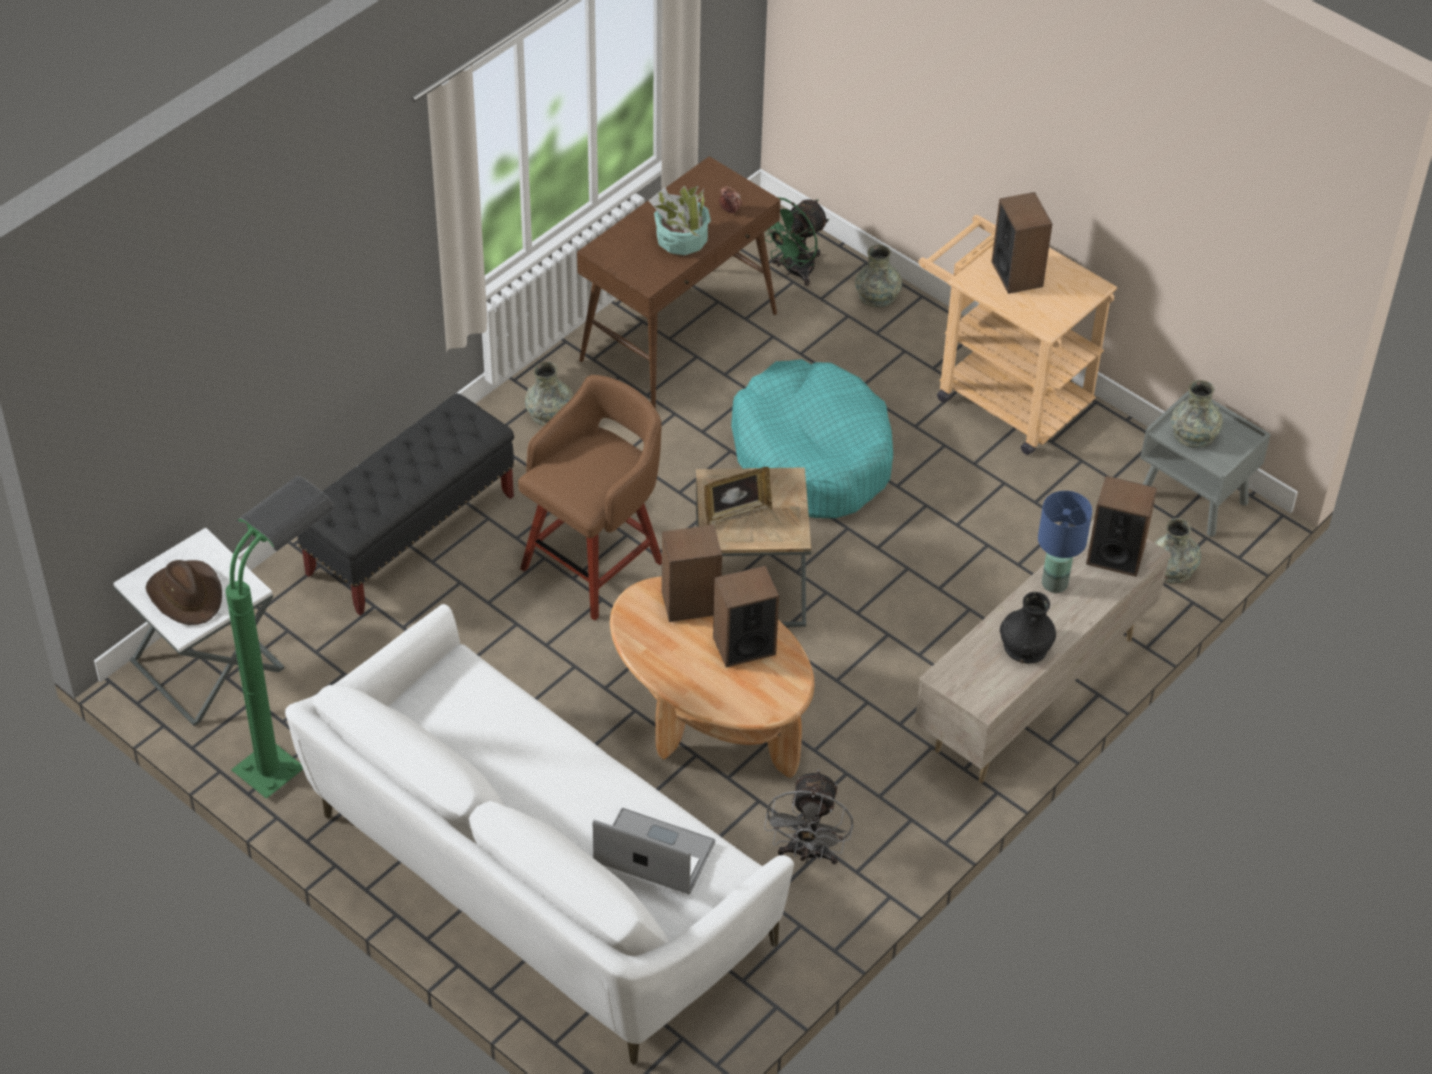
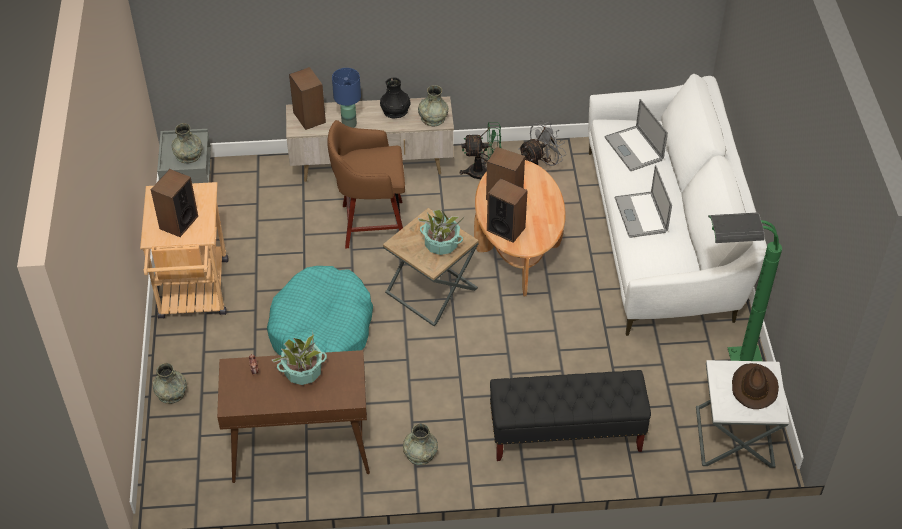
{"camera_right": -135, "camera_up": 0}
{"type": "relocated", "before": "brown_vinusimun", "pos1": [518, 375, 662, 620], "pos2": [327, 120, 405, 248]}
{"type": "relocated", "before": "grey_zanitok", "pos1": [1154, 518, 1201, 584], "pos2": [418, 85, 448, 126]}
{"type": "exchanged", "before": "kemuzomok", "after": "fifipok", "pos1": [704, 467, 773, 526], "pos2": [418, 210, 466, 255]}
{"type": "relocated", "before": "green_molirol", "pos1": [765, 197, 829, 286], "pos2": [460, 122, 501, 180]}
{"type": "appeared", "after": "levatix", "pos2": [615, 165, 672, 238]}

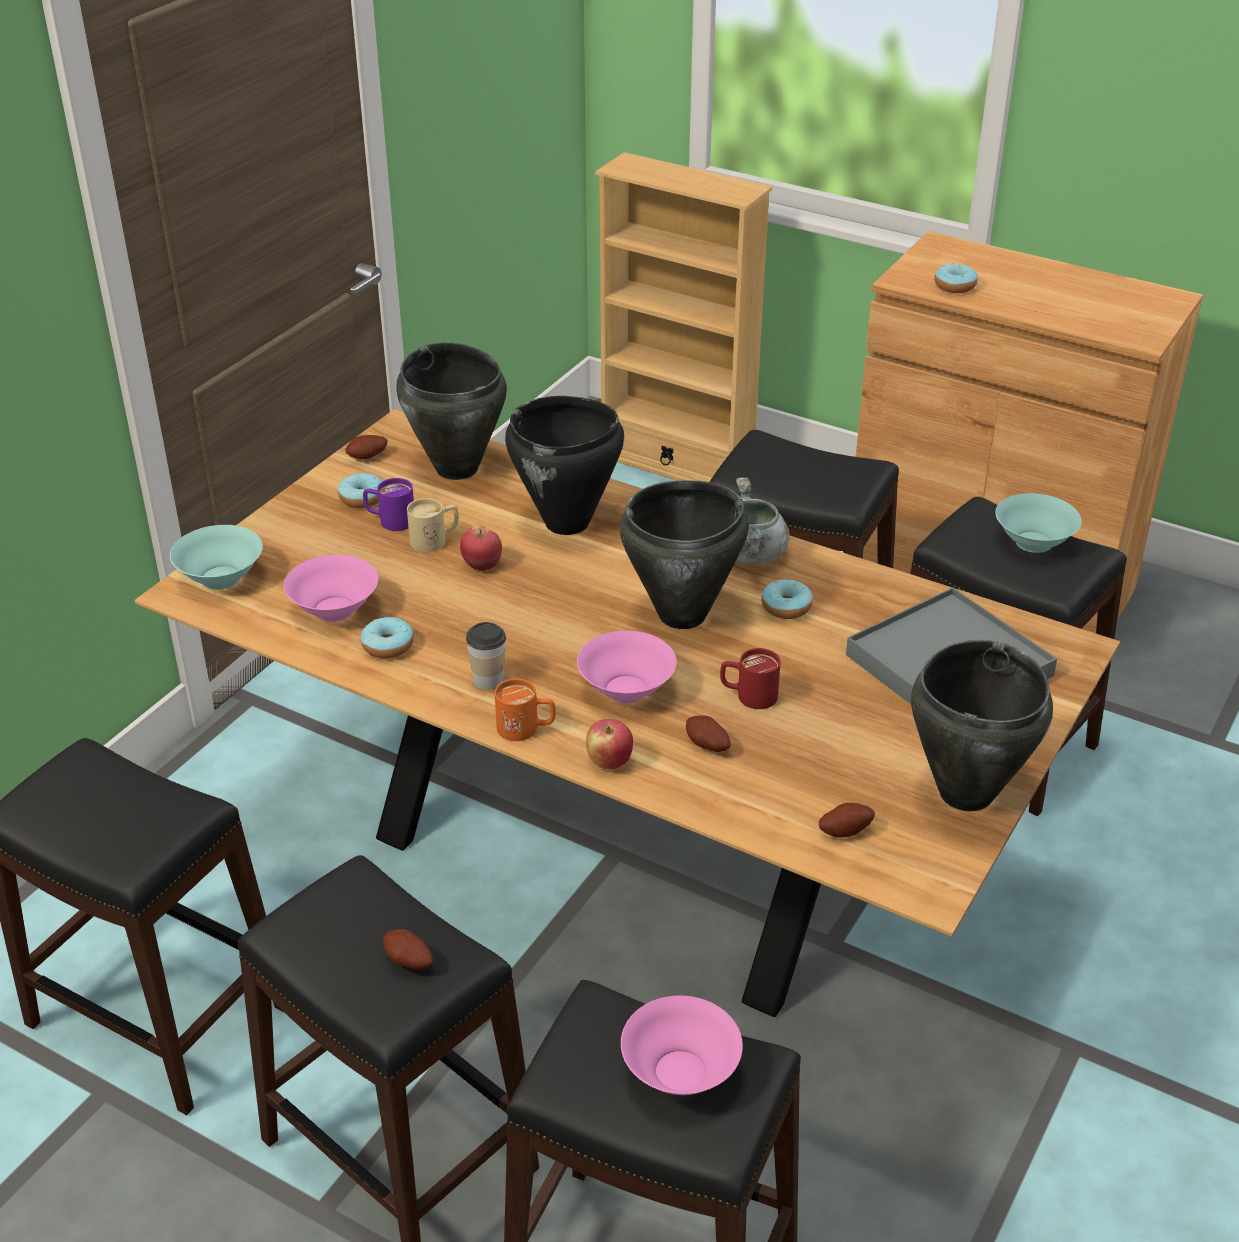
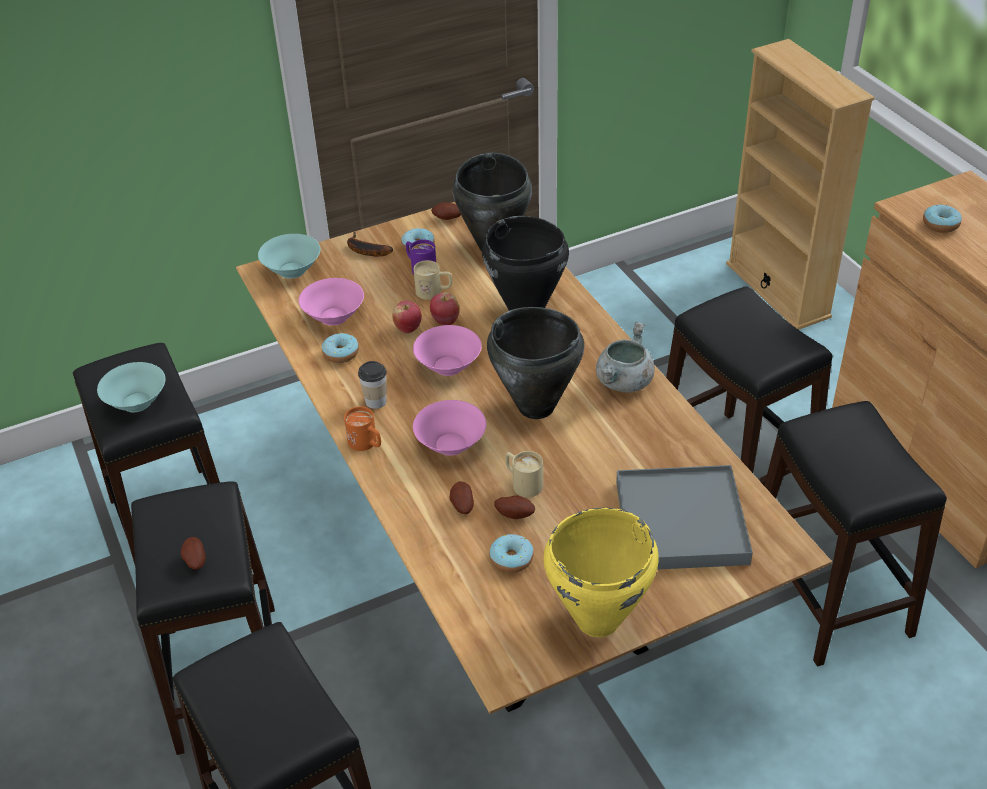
{"camera_right": 35, "camera_up": 5}
{"type": "relocated", "before": "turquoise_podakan", "pos1": [995, 493, 1082, 553], "pos2": [97, 362, 165, 412]}
{"type": "appeared", "after": "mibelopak", "pos2": [347, 232, 393, 257]}
{"type": "relocated", "before": "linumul", "pos1": [586, 719, 633, 770], "pos2": [392, 301, 422, 333]}
{"type": "relocated", "before": "pink_podakan", "pos1": [621, 996, 743, 1095], "pos2": [413, 325, 482, 376]}
{"type": "relocated", "before": "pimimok", "pos1": [762, 579, 813, 619], "pos2": [489, 534, 534, 573]}
{"type": "relocated", "before": "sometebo", "pos1": [819, 803, 875, 837], "pos2": [494, 496, 535, 519]}
{"type": "colour", "before": "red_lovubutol", "after": "beige_lovubutol", "pos1": [720, 648, 781, 709], "pos2": [505, 451, 543, 497]}
{"type": "colour", "before": "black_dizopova", "after": "yellow_dizopova", "pos1": [911, 640, 1053, 811], "pos2": [543, 508, 659, 637]}

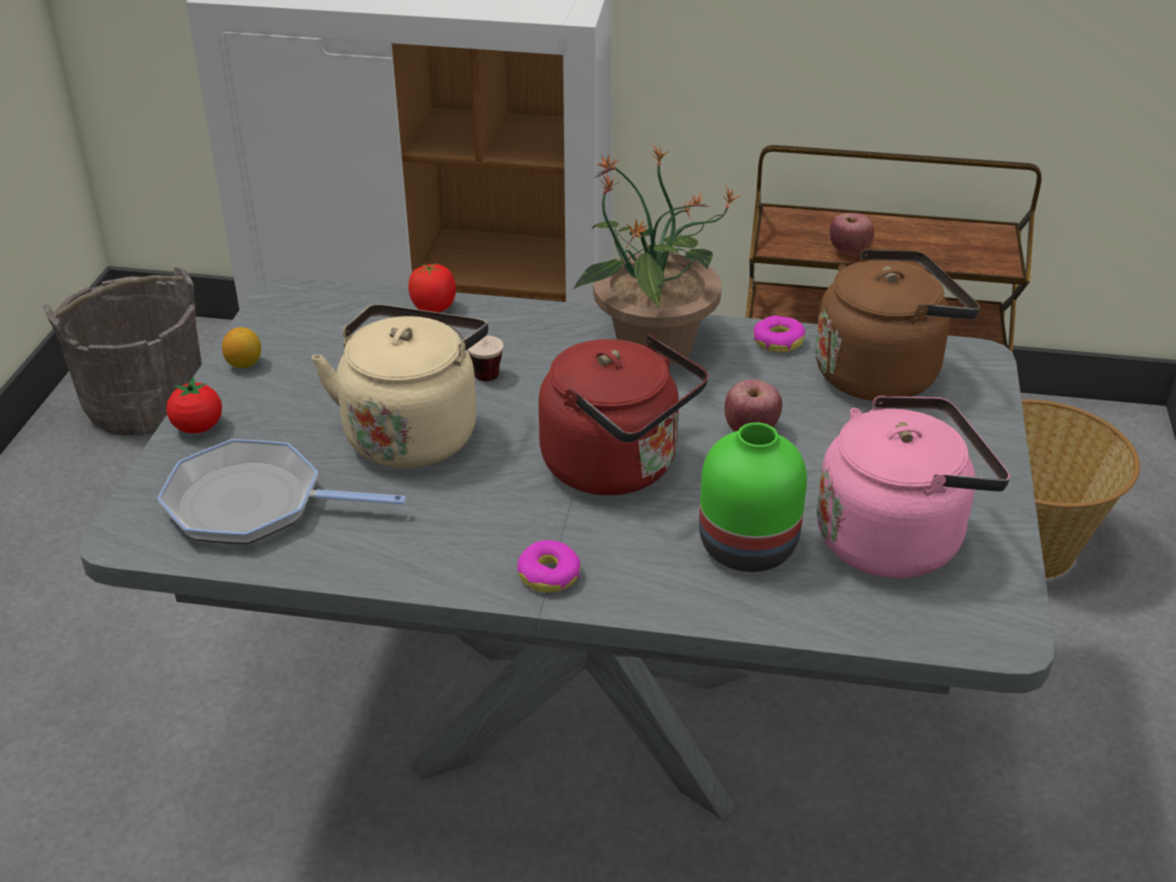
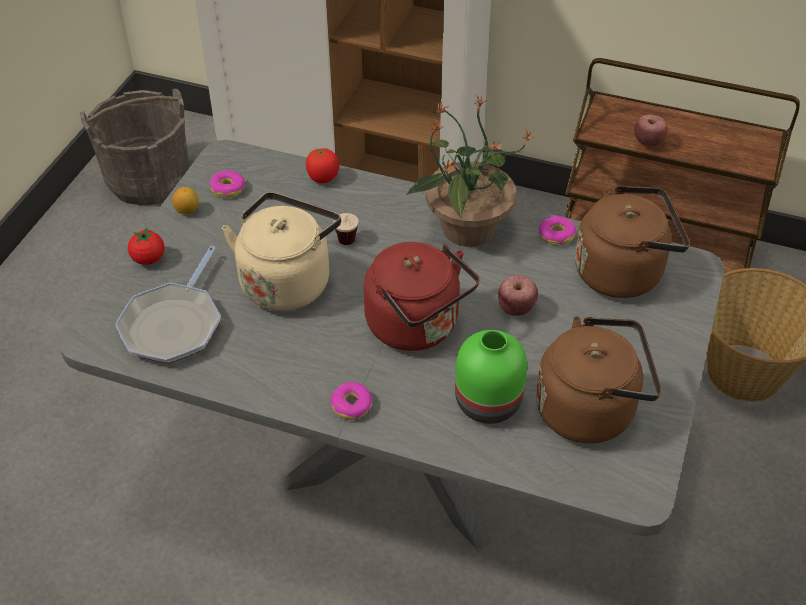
{"camera_right": 10, "camera_up": 10}
{"type": "spun", "before": "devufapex", "pos1": [157, 439, 406, 544], "pos2": [115, 246, 221, 363], "turn": -90}
{"type": "appeared", "after": "pimimok", "pos2": [210, 170, 246, 198]}
{"type": "colour", "before": "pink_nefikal", "after": "brown_nefikal", "pos1": [817, 396, 1010, 578], "pos2": [536, 316, 661, 444]}

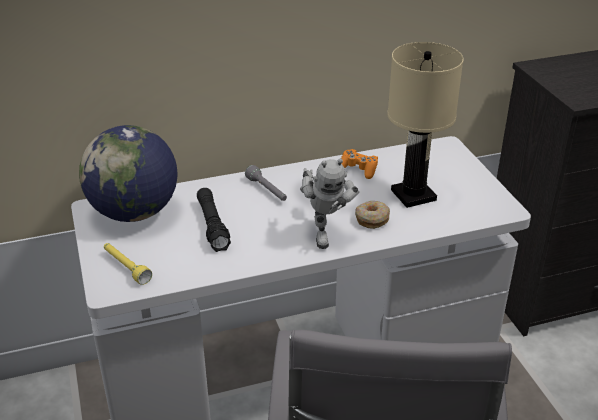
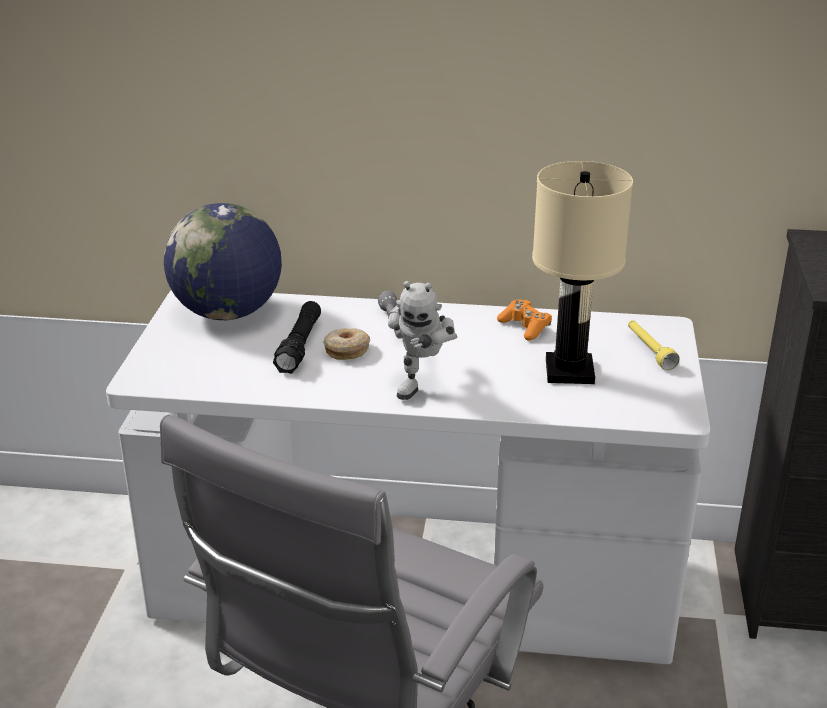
{"camera_right": 25, "camera_up": -5}
{"type": "relocated", "before": "pimimok", "pos1": [355, 201, 390, 229], "pos2": [323, 328, 370, 360]}
{"type": "relocated", "before": "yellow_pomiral", "pos1": [104, 243, 152, 285], "pos2": [628, 320, 680, 370]}

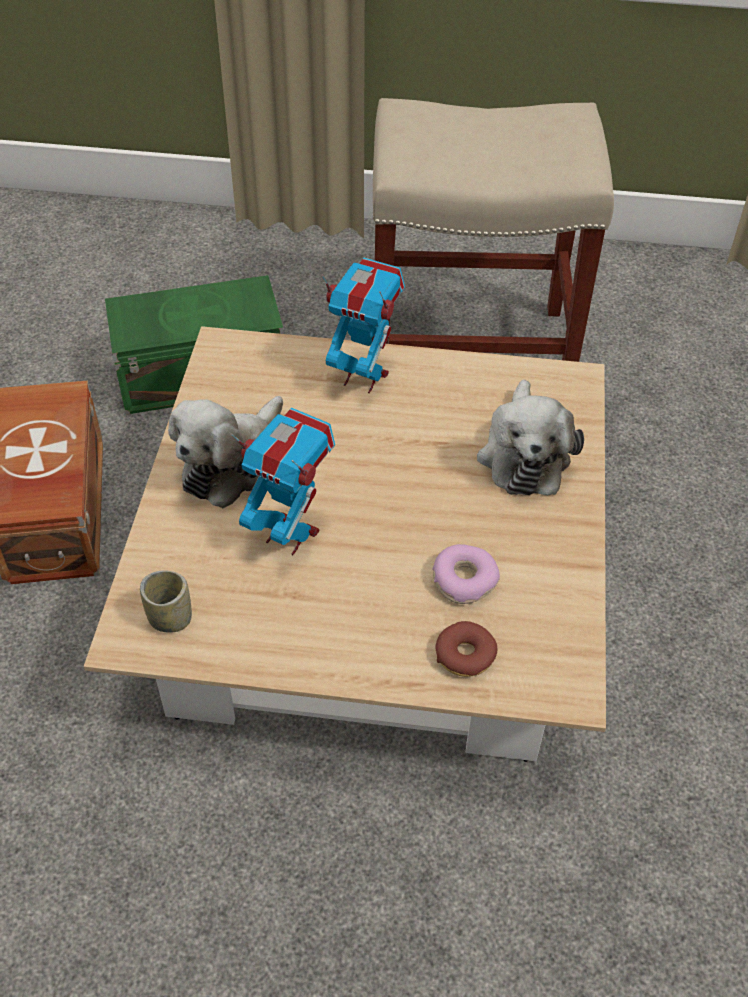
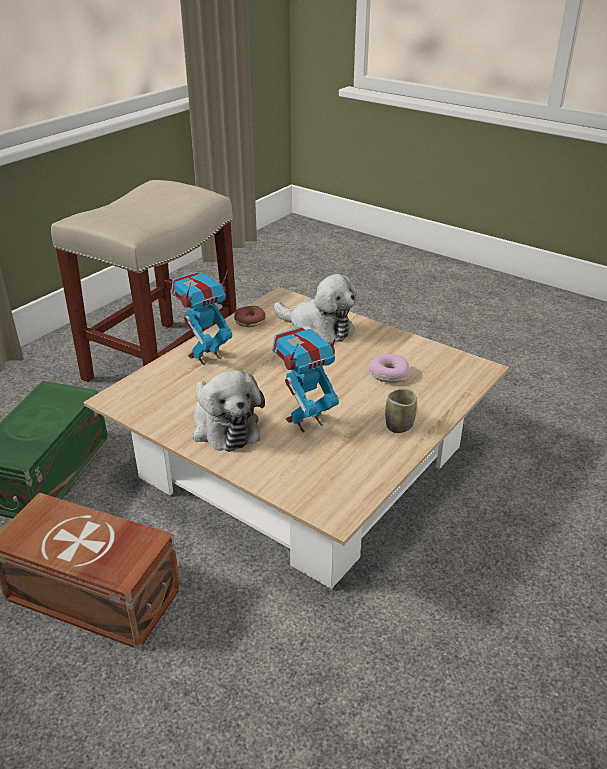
{"camera_right": -60, "camera_up": -15}
{"type": "relocated", "before": "pimimok", "pos1": [435, 621, 497, 677], "pos2": [234, 306, 266, 327]}
{"type": "relocated", "before": "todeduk", "pos1": [140, 571, 192, 633], "pos2": [385, 389, 417, 433]}

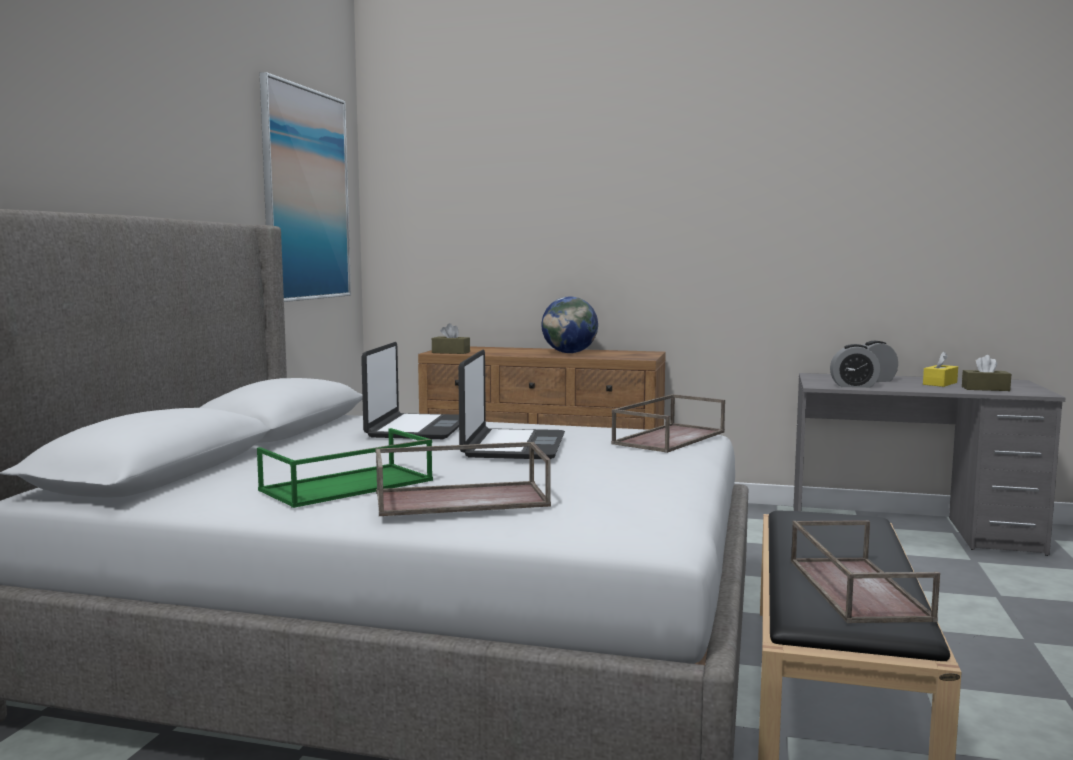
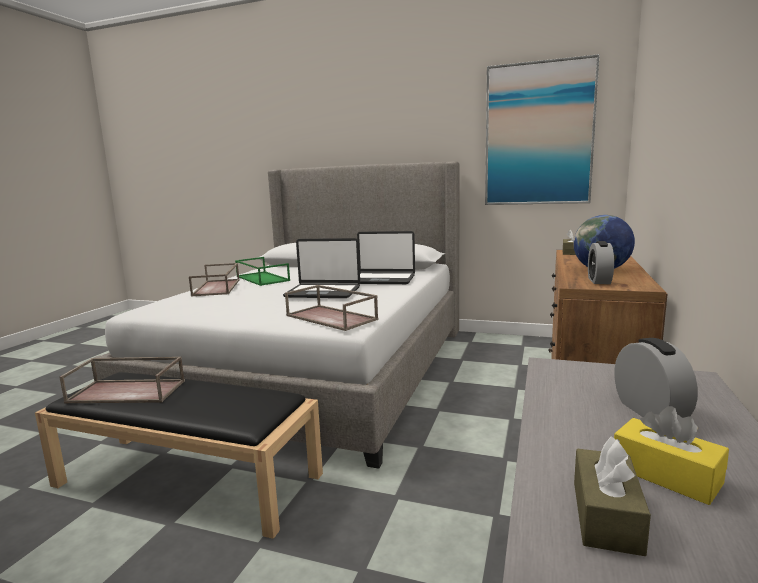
{"camera_right": 95, "camera_up": 5}
{"type": "relocated", "before": "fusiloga", "pos1": [830, 344, 880, 388], "pos2": [588, 241, 614, 284]}

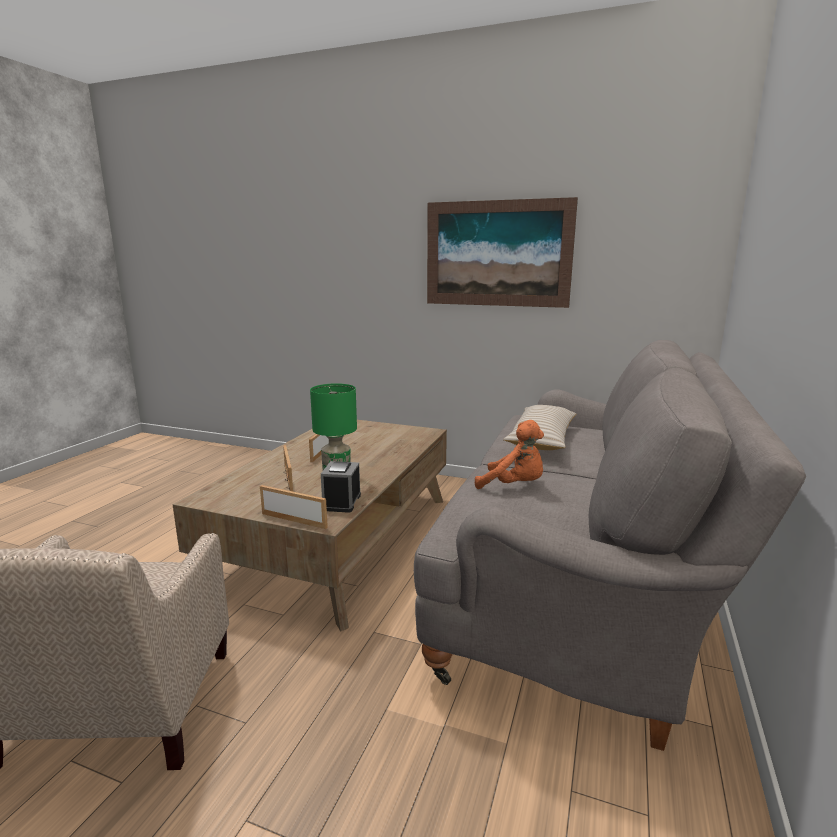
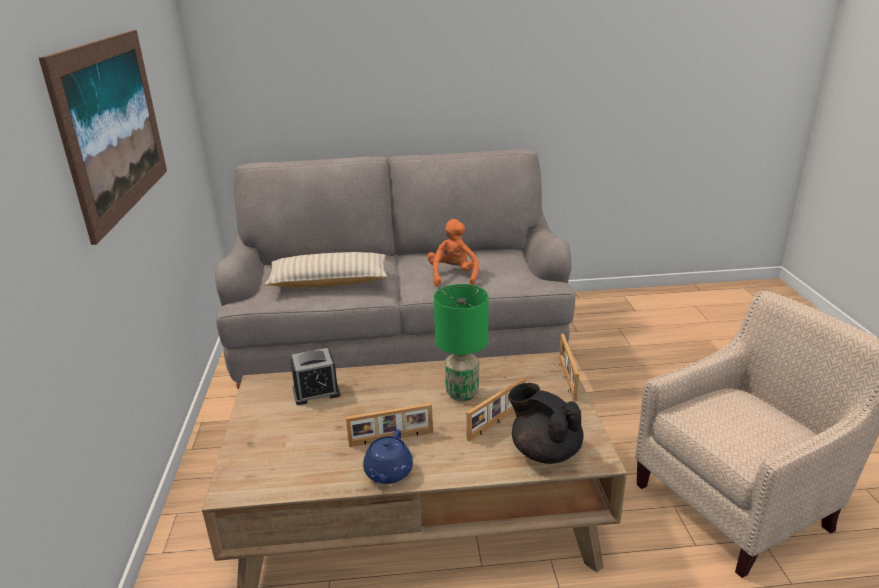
{"camera_right": -115, "camera_up": 10}
{"type": "relocated", "before": "fusiloga", "pos1": [321, 461, 361, 513], "pos2": [290, 348, 341, 405]}
{"type": "appeared", "after": "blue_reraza", "pos2": [363, 430, 413, 484]}
{"type": "appeared", "after": "black_reraza", "pos2": [509, 383, 583, 464]}

